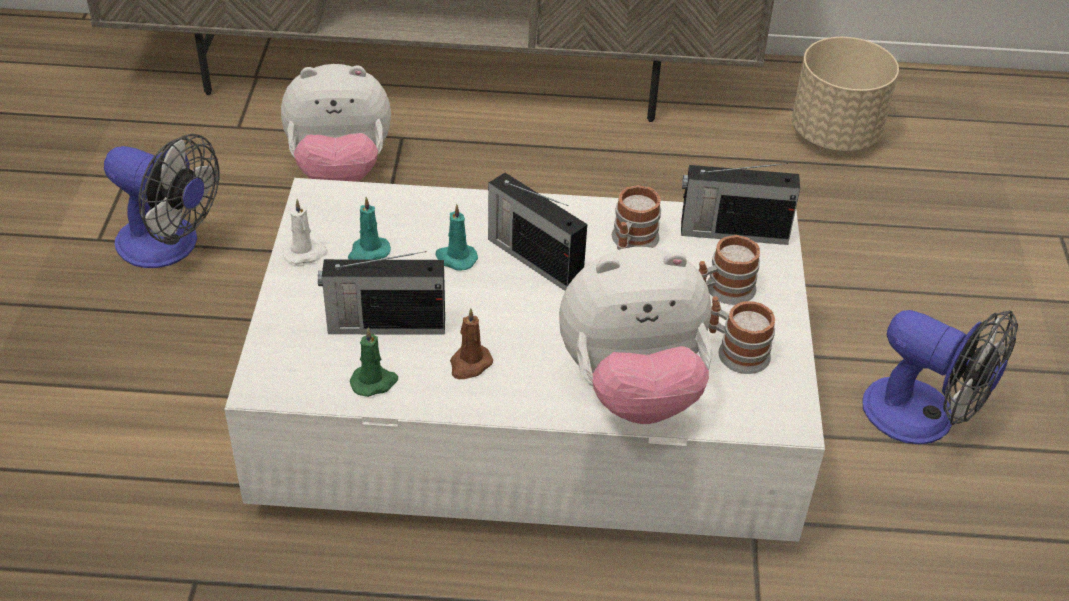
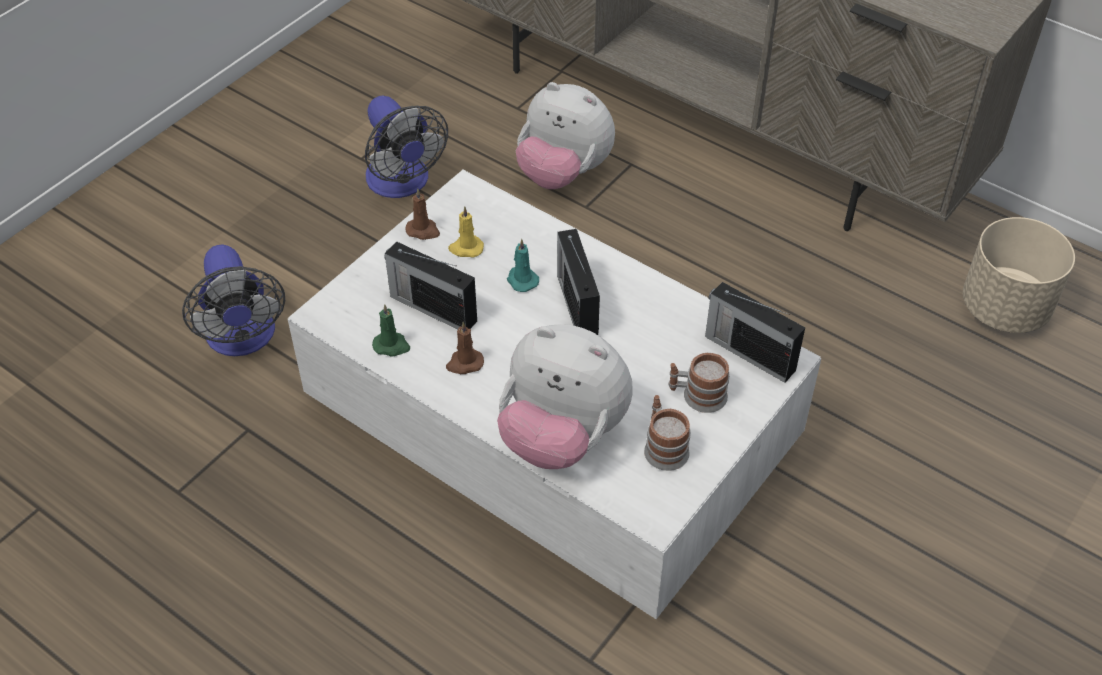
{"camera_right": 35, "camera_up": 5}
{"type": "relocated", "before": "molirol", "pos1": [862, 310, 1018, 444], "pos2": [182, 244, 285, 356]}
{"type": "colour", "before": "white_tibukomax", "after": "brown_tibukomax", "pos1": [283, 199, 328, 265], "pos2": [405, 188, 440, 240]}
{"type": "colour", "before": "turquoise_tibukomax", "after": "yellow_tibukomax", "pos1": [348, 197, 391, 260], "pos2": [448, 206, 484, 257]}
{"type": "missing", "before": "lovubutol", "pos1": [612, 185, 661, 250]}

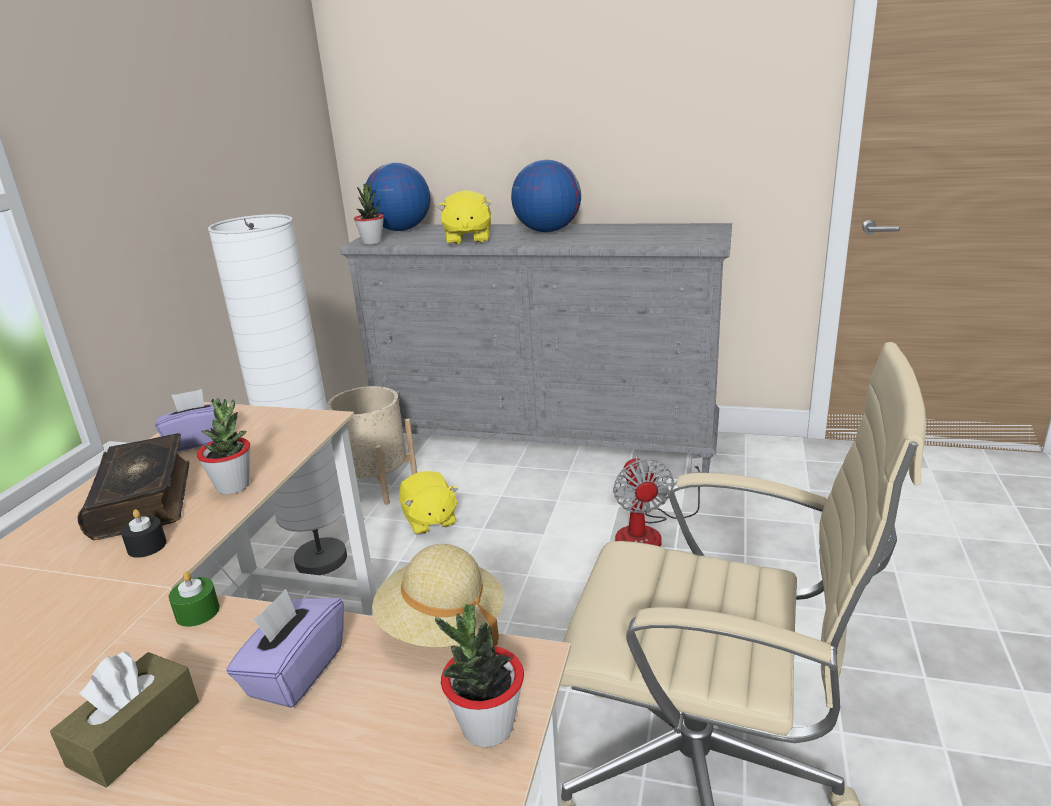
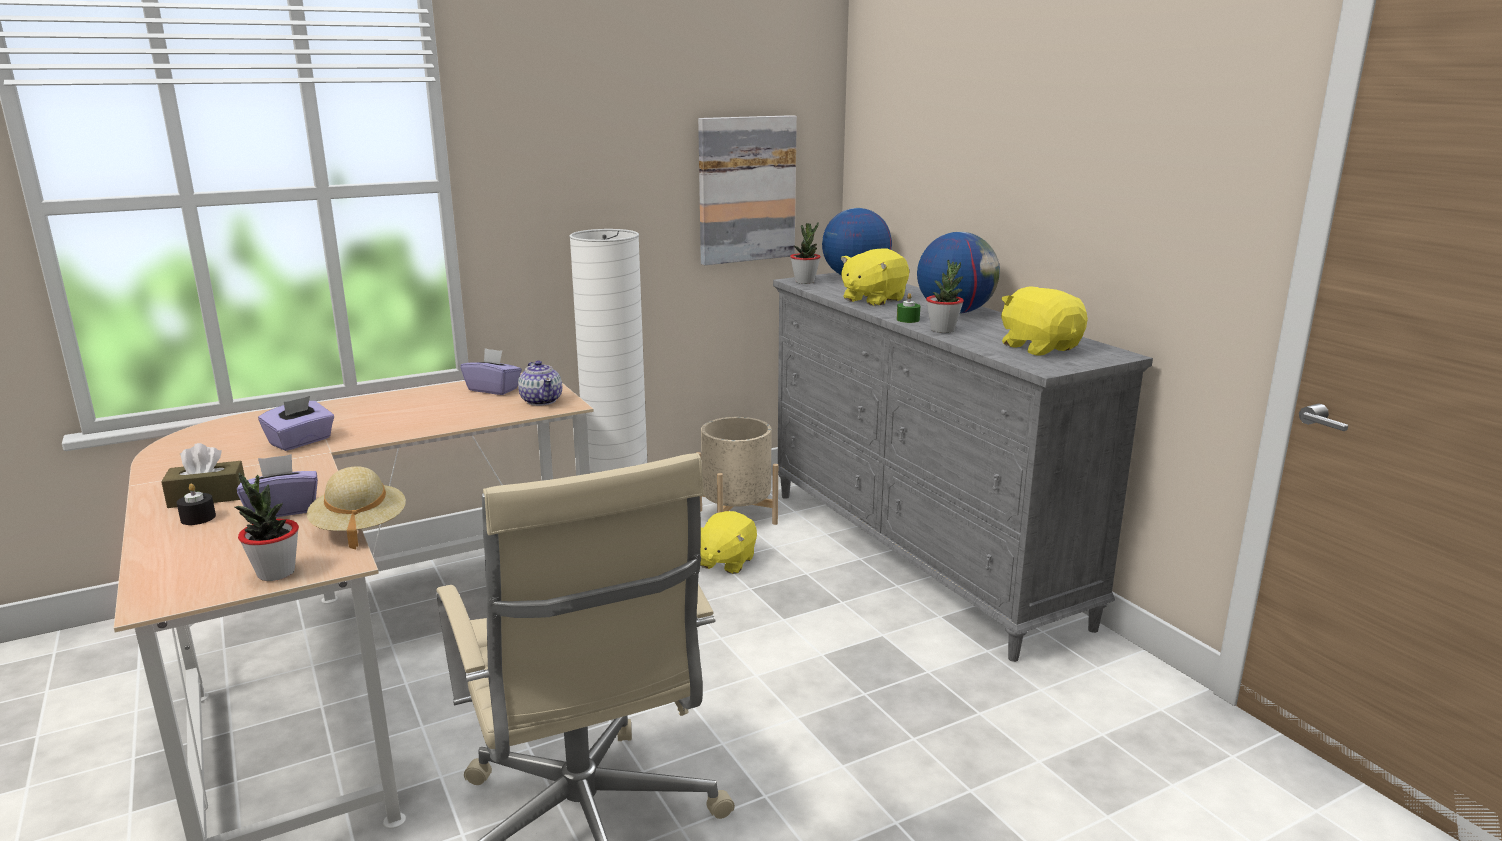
{"camera_right": 45, "camera_up": -5}
{"type": "relocated", "before": "black_tibukomax", "pos1": [121, 509, 167, 558], "pos2": [176, 483, 216, 525]}
{"type": "appeared", "after": "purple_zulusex", "pos2": [258, 396, 334, 451]}
{"type": "appeared", "after": "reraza", "pos2": [518, 361, 562, 406]}
{"type": "appeared", "after": "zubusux", "pos2": [698, 115, 797, 265]}
{"type": "relocated", "before": "green_tibukomax", "pos1": [169, 572, 220, 627], "pos2": [897, 293, 920, 323]}
{"type": "relocated", "before": "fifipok", "pos1": [197, 398, 250, 495], "pos2": [926, 260, 964, 333]}
{"type": "appeared", "after": "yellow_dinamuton", "pos2": [1001, 286, 1088, 356]}
{"type": "missing", "before": "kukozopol", "pos1": [77, 433, 189, 540]}
{"type": "missing", "before": "molirol", "pos1": [613, 456, 703, 546]}

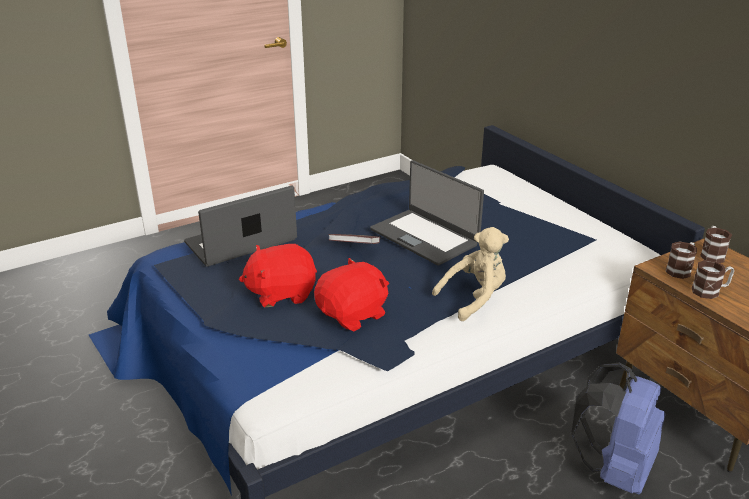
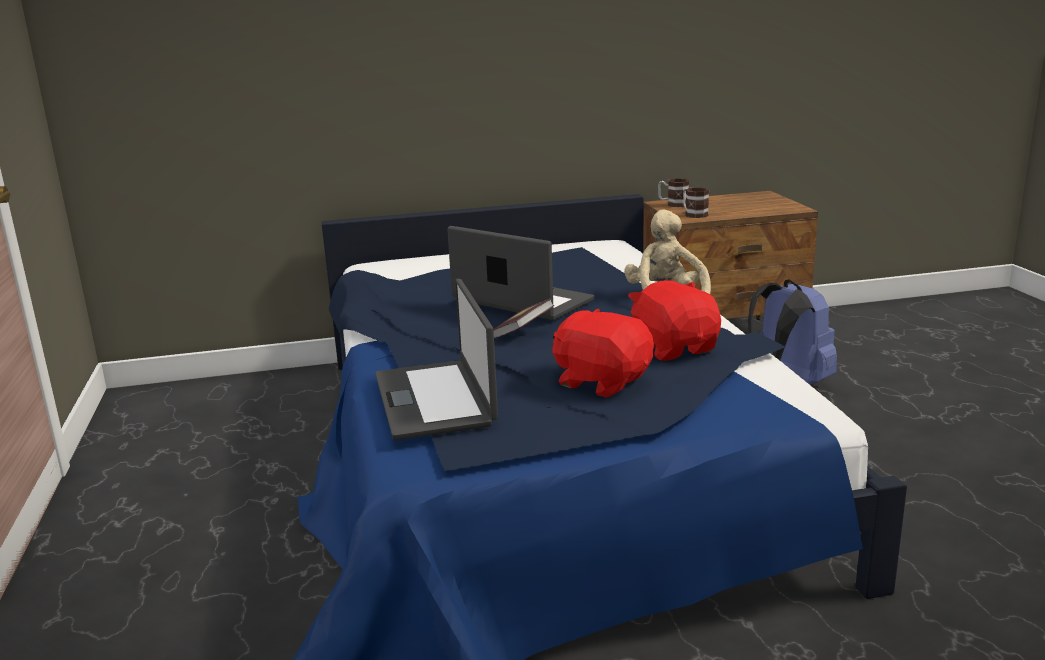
{"camera_right": -70, "camera_up": -10}
{"type": "spun", "before": "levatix", "pos1": [370, 160, 484, 266], "pos2": [447, 226, 594, 320], "turn": -120}
{"type": "spun", "before": "red_dinamuton", "pos1": [239, 244, 317, 307], "pos2": [553, 308, 654, 398], "turn": 120}
{"type": "missing", "before": "lovubutol", "pos1": [692, 260, 734, 299]}

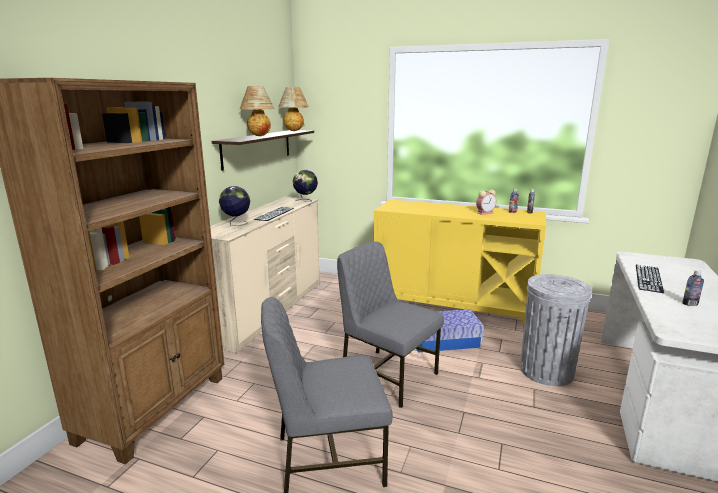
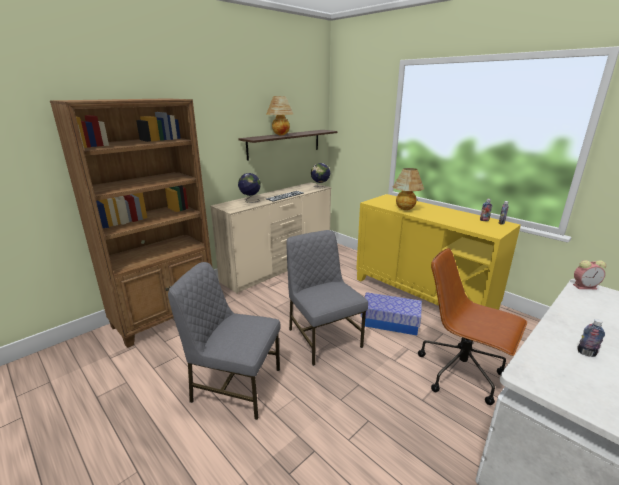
{"camera_right": 25, "camera_up": 5}
{"type": "relocated", "before": "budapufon", "pos1": [278, 87, 309, 131], "pos2": [393, 168, 424, 210]}
{"type": "exchanged", "before": "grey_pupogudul", "after": "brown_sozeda", "pos1": [520, 274, 592, 386], "pos2": [418, 248, 527, 405]}
{"type": "relocated", "before": "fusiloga", "pos1": [476, 190, 496, 215], "pos2": [573, 260, 606, 289]}
{"type": "missing", "before": "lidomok", "pos1": [636, 265, 664, 293]}

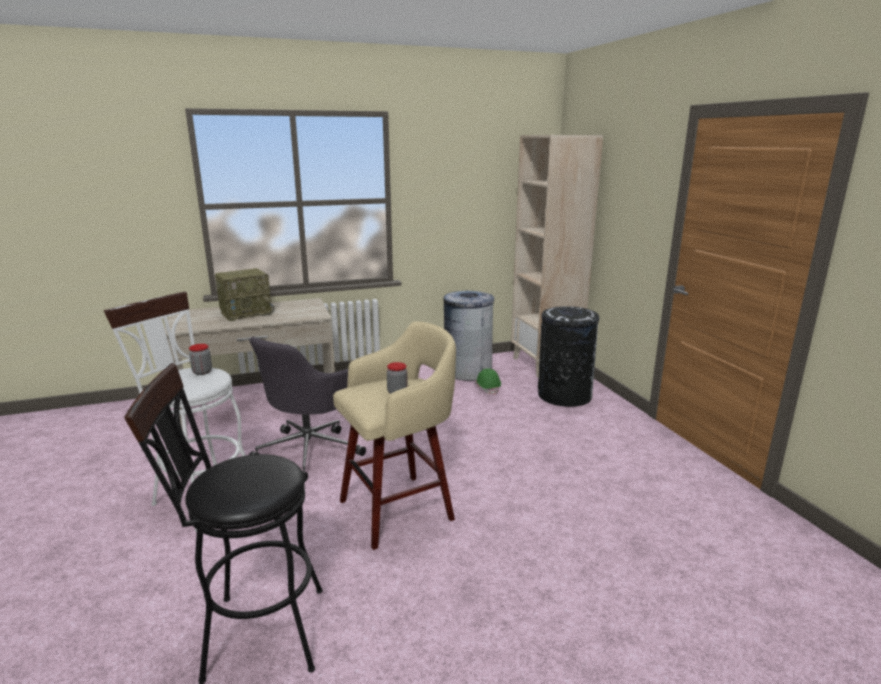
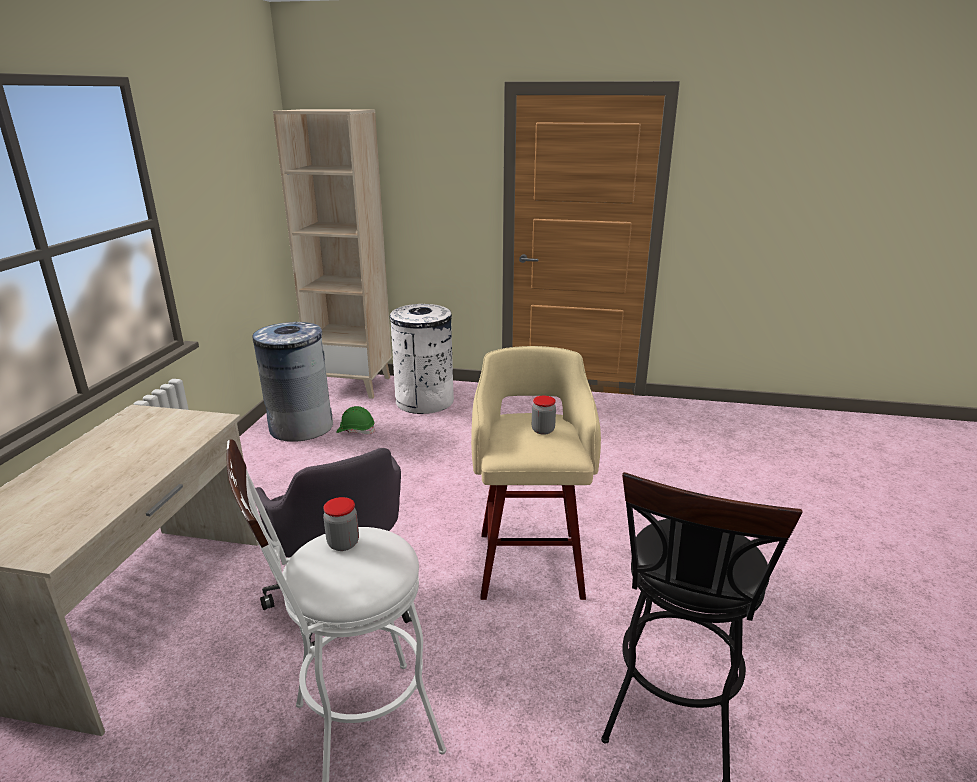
{"camera_right": -60, "camera_up": 5}
{"type": "colour", "before": "black_pupogudul", "after": "white_pupogudul", "pos1": [538, 306, 599, 407], "pos2": [390, 304, 454, 414]}
{"type": "missing", "before": "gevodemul", "pos1": [215, 268, 275, 321]}

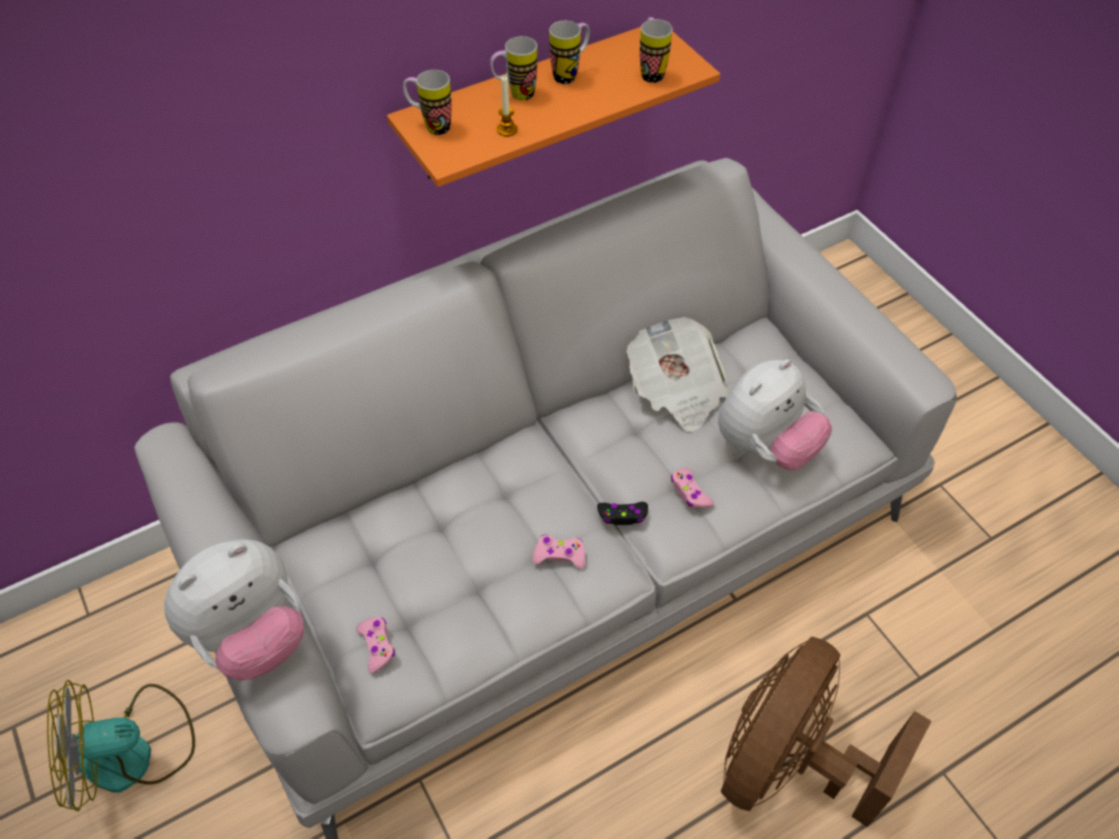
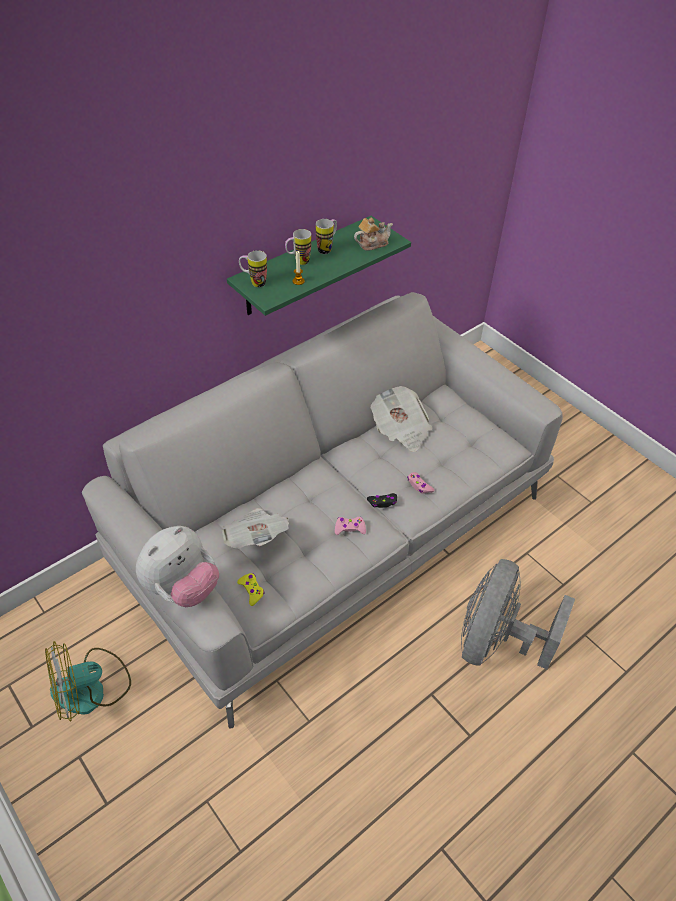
{"camera_right": -10, "camera_up": -5}
{"type": "appeared", "after": "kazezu", "pos2": [222, 508, 289, 548]}
{"type": "colour", "before": "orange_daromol", "after": "green_daromol", "pos1": [387, 27, 720, 187], "pos2": [227, 216, 411, 316]}
{"type": "colour", "before": "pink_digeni", "after": "yellow_digeni", "pos1": [356, 617, 395, 674], "pos2": [237, 573, 265, 606]}
{"type": "exchanged", "before": "lovubutol", "after": "reraza", "pos1": [640, 17, 673, 83], "pos2": [354, 218, 393, 251]}
{"type": "colour", "before": "brown_molirol", "after": "grey_molirol", "pos1": [721, 636, 931, 827], "pos2": [461, 559, 575, 669]}
{"type": "missing", "before": "dinamuton", "pos1": [718, 359, 832, 470]}

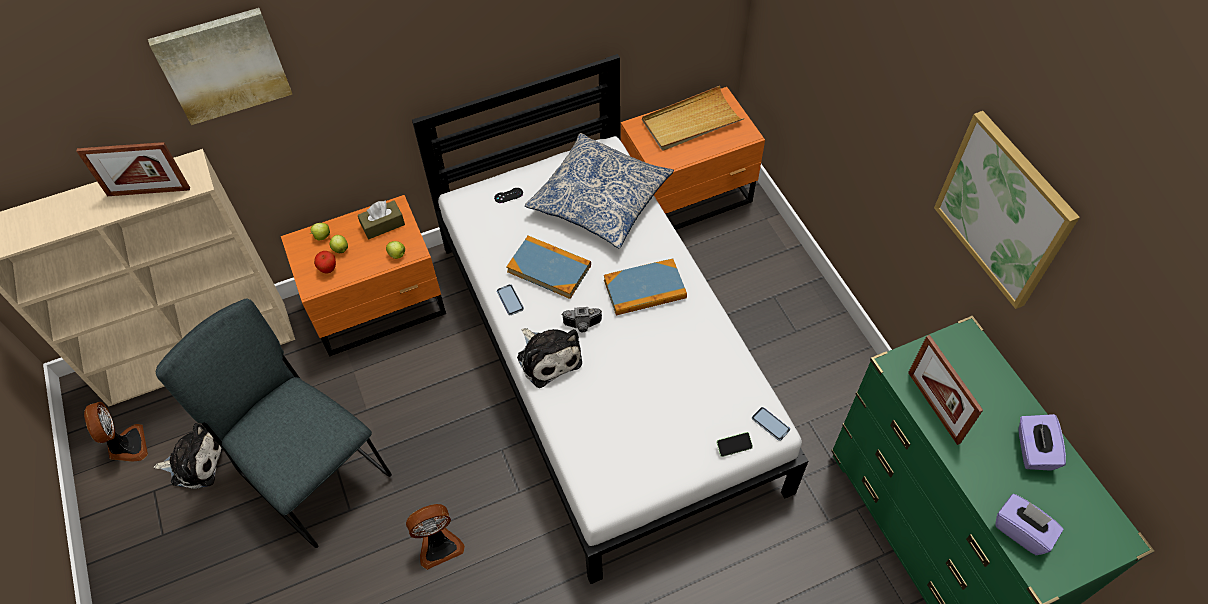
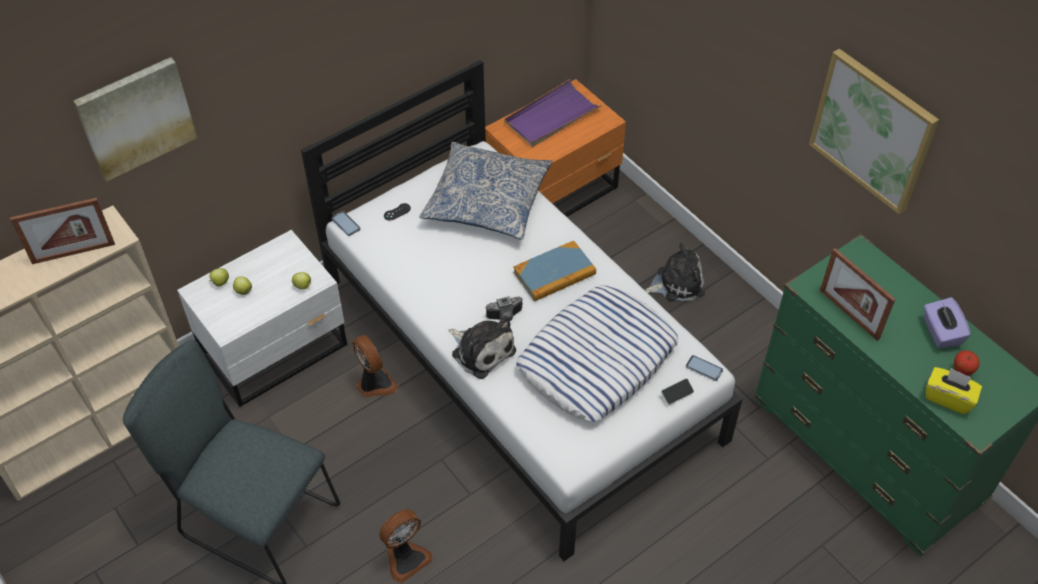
{"camera_right": -15, "camera_up": -5}
{"type": "colour", "before": "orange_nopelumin", "after": "white_nopelumin", "pos1": [281, 195, 446, 356], "pos2": [177, 230, 347, 407]}
{"type": "relocated", "before": "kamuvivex", "pos1": [497, 284, 524, 315], "pos2": [331, 211, 361, 236]}
{"type": "relocated", "before": "molirol", "pos1": [84, 402, 148, 462], "pos2": [352, 335, 399, 397]}
{"type": "colour", "before": "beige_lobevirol", "after": "purple_lobevirol", "pos1": [642, 86, 744, 151], "pos2": [505, 79, 602, 147]}
{"type": "appeared", "after": "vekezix", "pos2": [516, 286, 679, 421]}
{"type": "relocated", "before": "dinamuton", "pos1": [154, 423, 223, 489], "pos2": [645, 243, 705, 301]}
{"type": "colour", "before": "purple_zulusex", "after": "yellow_zulusex", "pos1": [995, 494, 1063, 555], "pos2": [926, 367, 982, 414]}
{"type": "relocated", "before": "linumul", "pos1": [314, 251, 336, 273], "pos2": [954, 350, 980, 376]}
{"type": "missing", "before": "brown_zulusex", "pos1": [358, 200, 405, 240]}
{"type": "missing", "before": "kukozopol", "pos1": [507, 236, 591, 299]}

